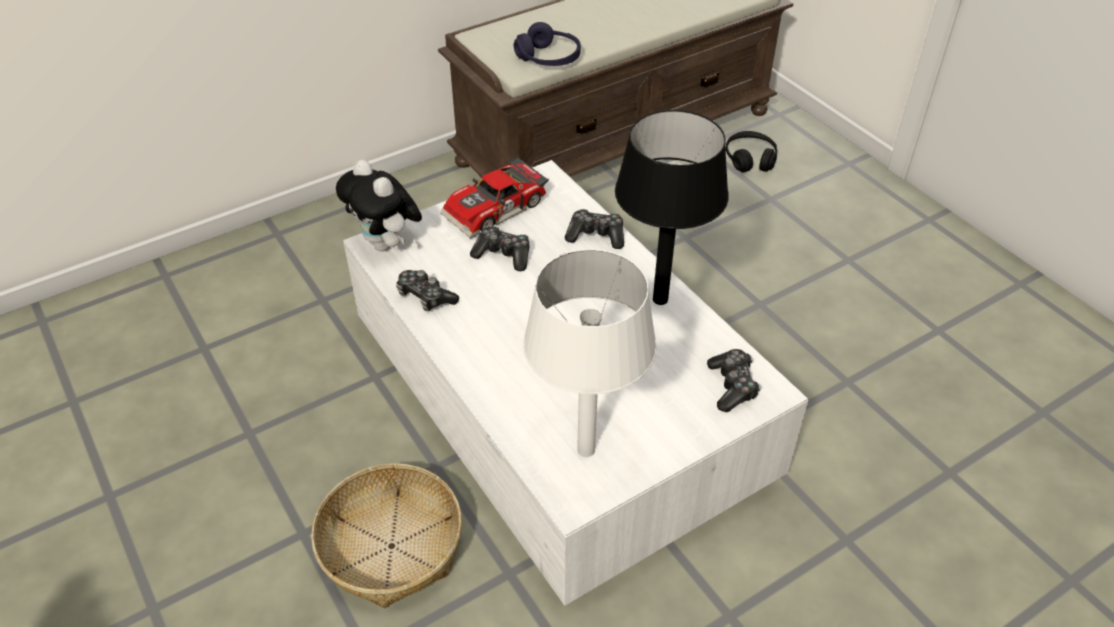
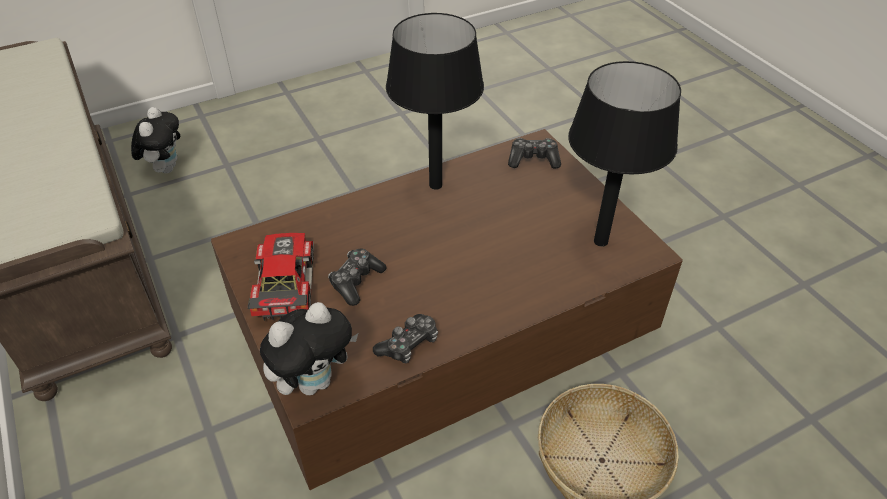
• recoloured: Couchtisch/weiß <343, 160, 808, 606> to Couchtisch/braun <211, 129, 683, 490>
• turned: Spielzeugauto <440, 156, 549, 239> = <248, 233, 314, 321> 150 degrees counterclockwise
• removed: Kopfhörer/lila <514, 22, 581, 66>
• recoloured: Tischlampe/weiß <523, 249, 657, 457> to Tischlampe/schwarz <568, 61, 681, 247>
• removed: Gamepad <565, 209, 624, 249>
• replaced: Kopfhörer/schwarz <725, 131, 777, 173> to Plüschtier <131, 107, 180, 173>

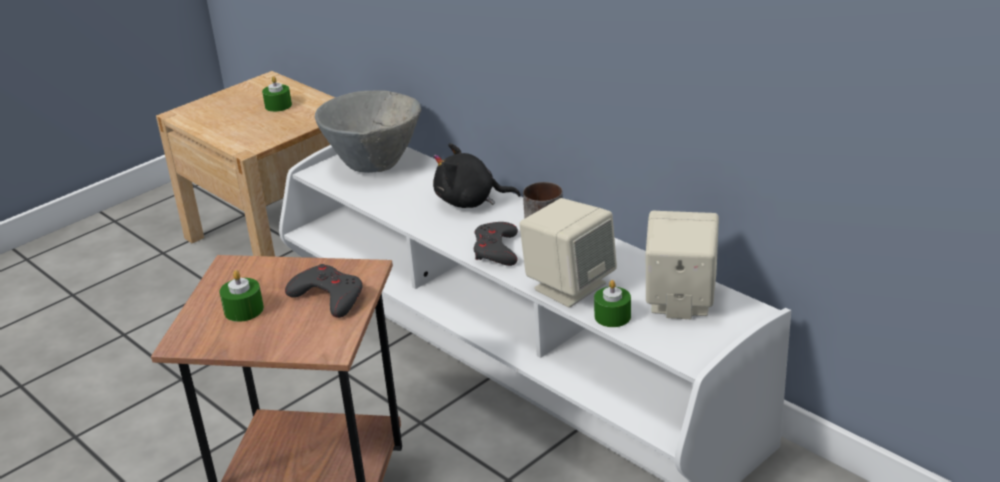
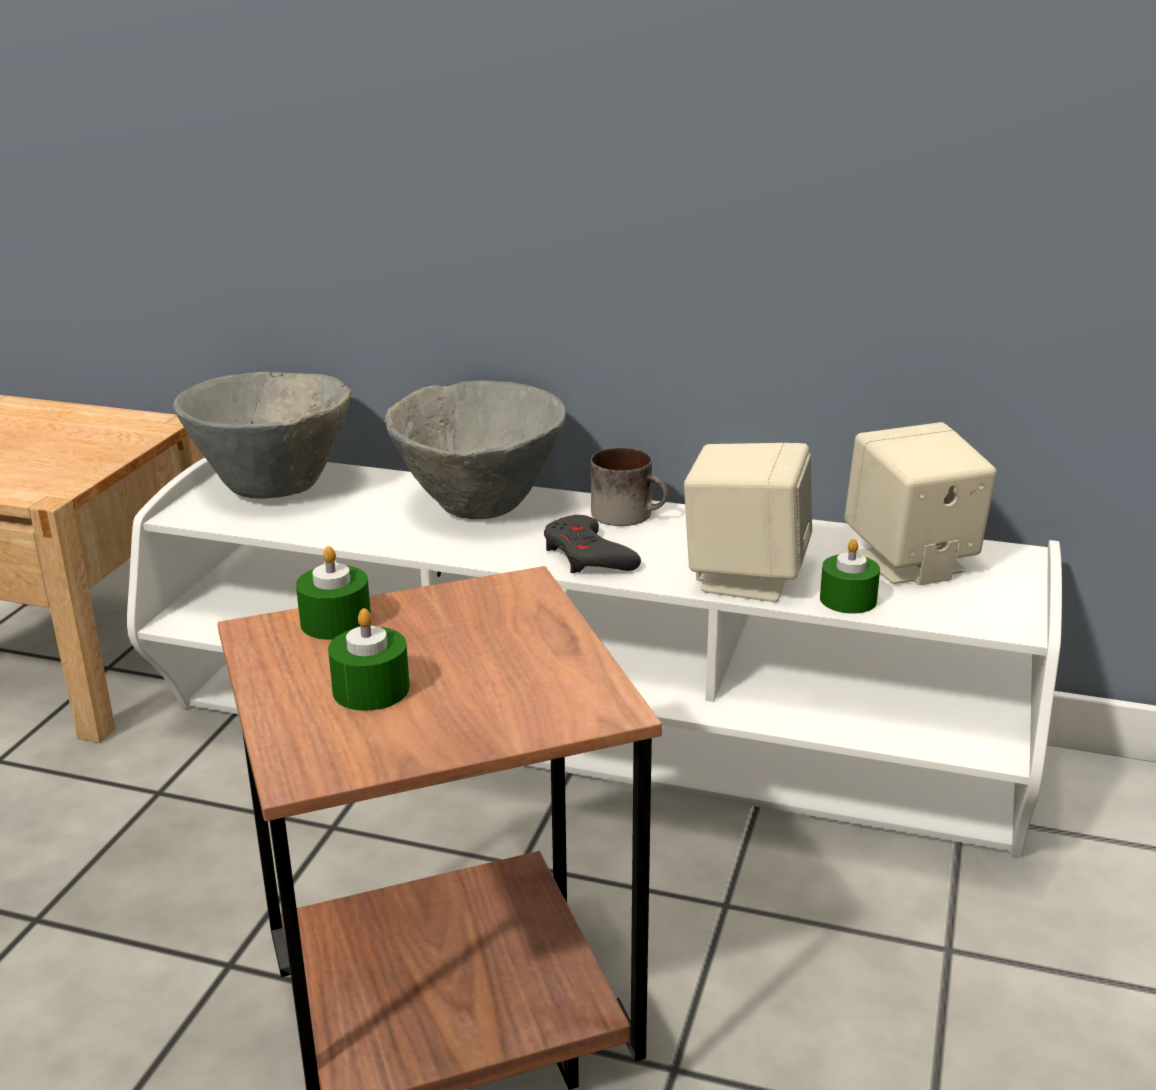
• moved: Kerze/grün <262, 76, 292, 112> to <296, 546, 371, 640>
• removed: Gamepad/grau <285, 264, 363, 318>
• replaced: Plüschtier/schwarz <433, 143, 521, 208> to Schüssel/grau <384, 380, 566, 519>

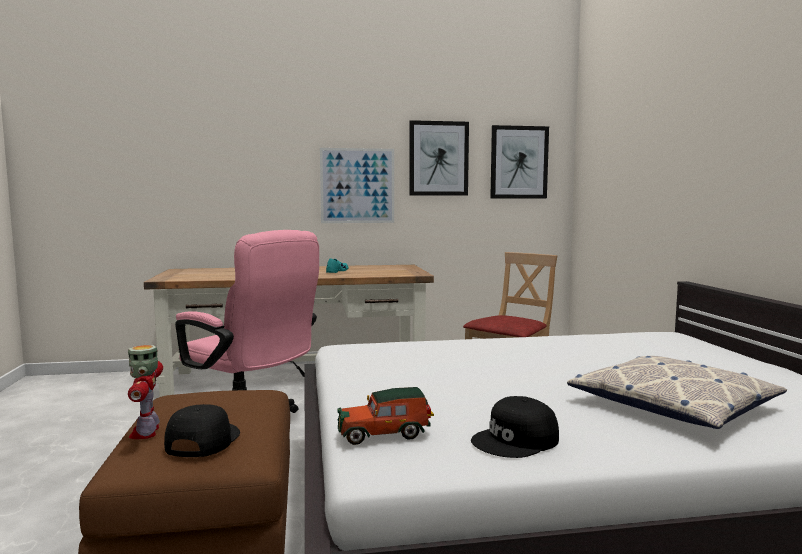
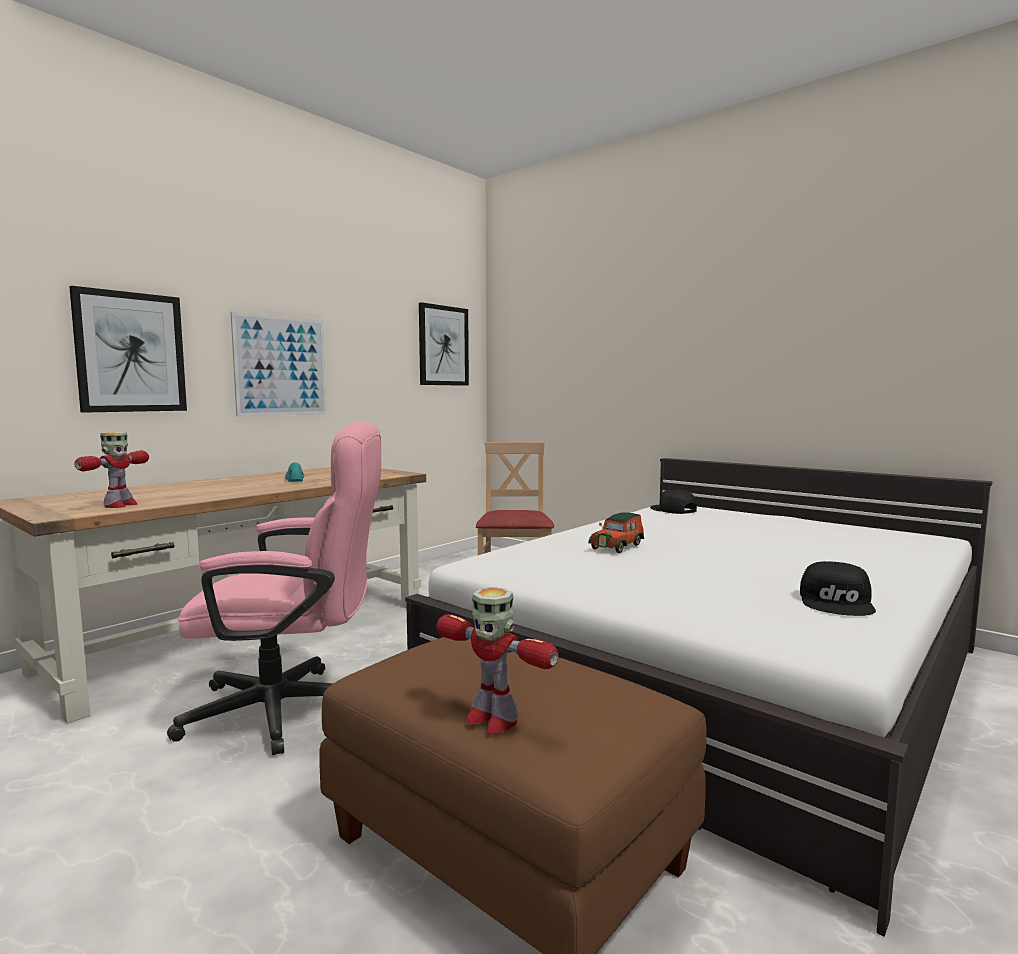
• moved: Kappe/schwarz <164, 404, 240, 457> to <650, 490, 697, 514>
• moved: Spielzeugauto <337, 387, 434, 445> to <588, 512, 644, 553>
• moved: Bild <409, 120, 469, 196> to <69, 286, 187, 413>
• removed: Kissen <567, 356, 787, 429>
• added: Spielzeugroboter <74, 432, 149, 508>

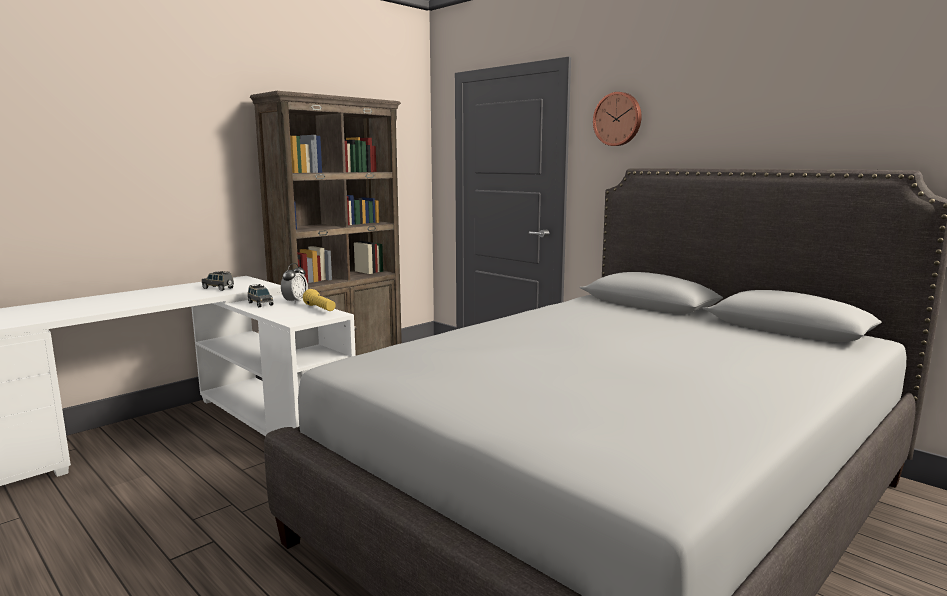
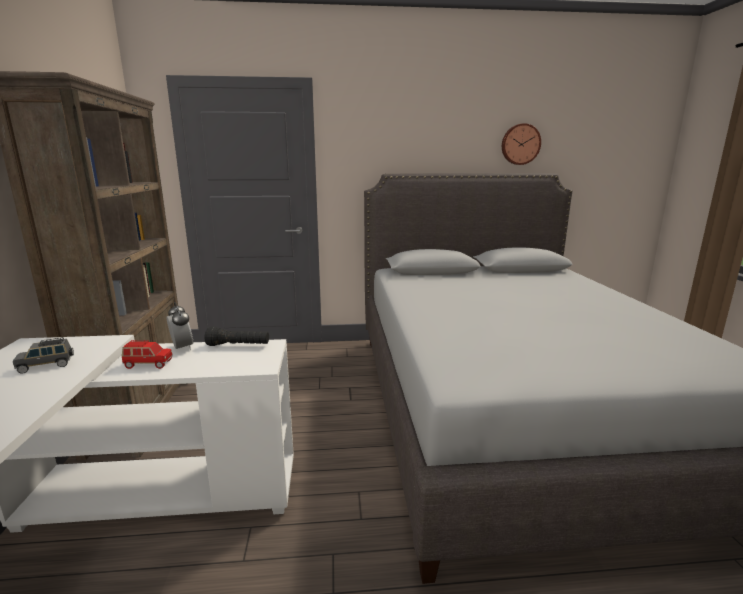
• recoloured: Spielzeugauto/grau <248, 284, 273, 307> to Spielzeugauto/rot <122, 340, 173, 369>
• recoloured: Taschenlampe/gelb <303, 289, 336, 311> to Taschenlampe/schwarz <205, 326, 269, 346>
• moved: Wanduhr <593, 92, 642, 146> to <502, 123, 541, 165>

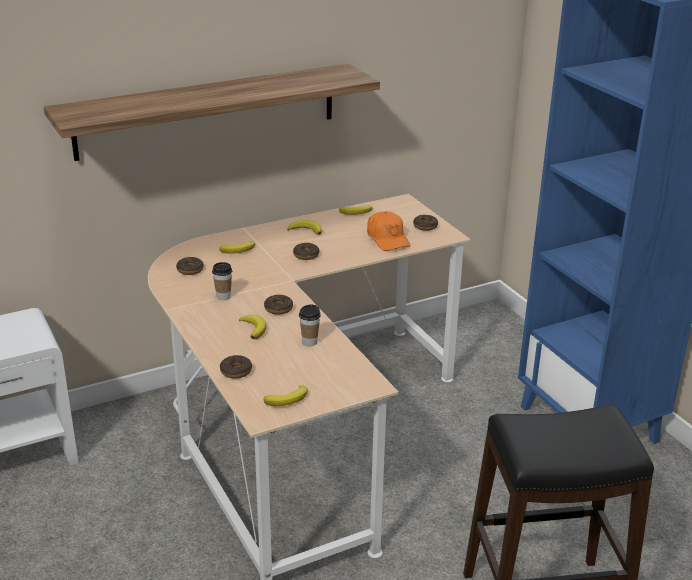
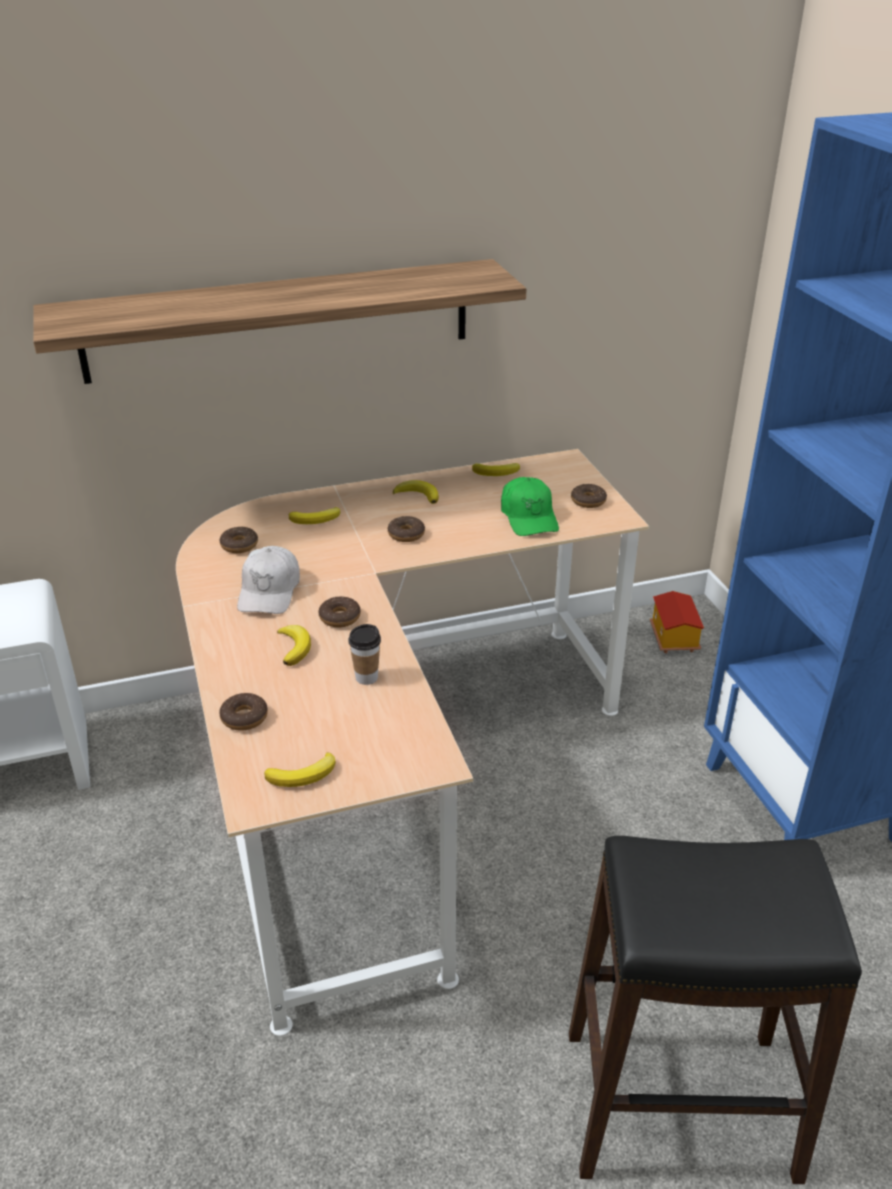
• replaced: Tasse <212, 262, 232, 300> to Kappe/weiß <237, 546, 300, 614>
• recoloured: Kappe/orange <367, 211, 411, 251> to Kappe/grün <501, 477, 559, 536>
• added: Spielzeughaus <650, 591, 704, 653>

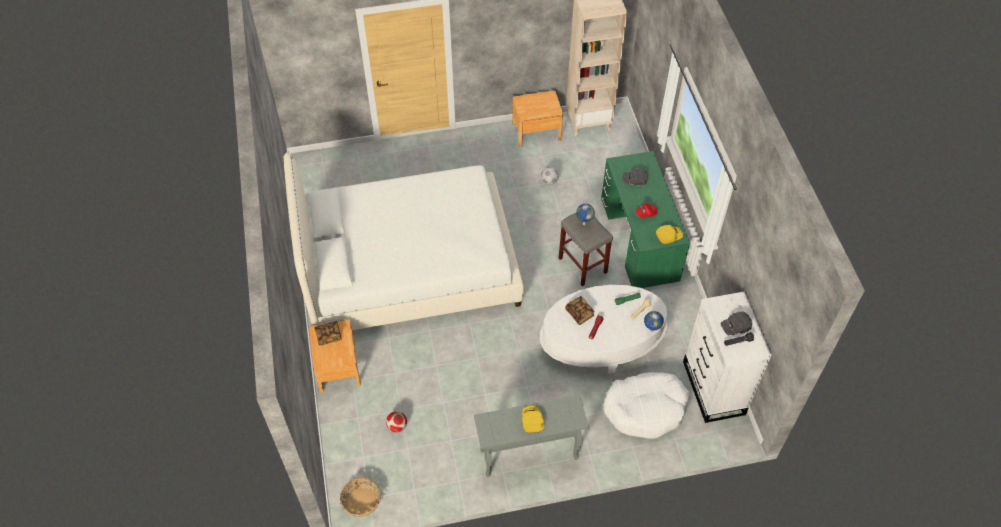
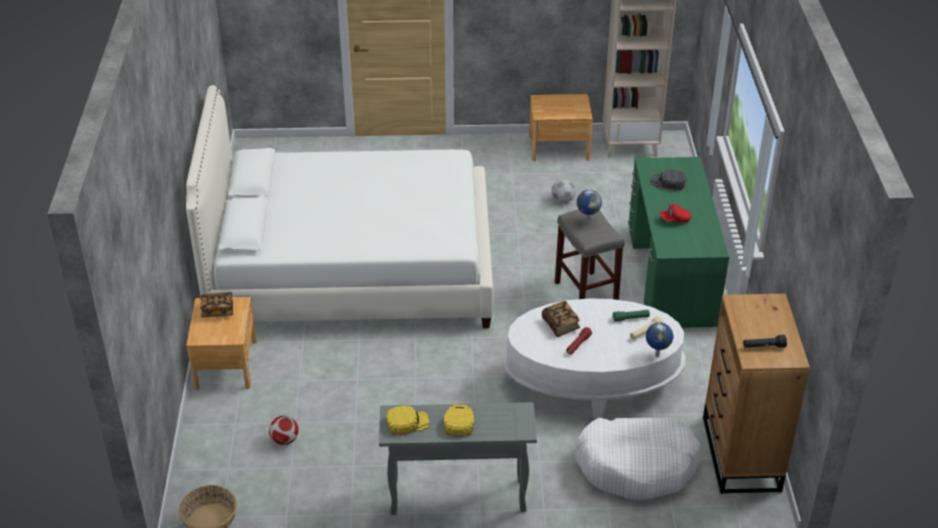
• moved: Kappe/gelb <656, 225, 683, 244> to <386, 406, 430, 435>
• recoloured: Kommode/weiß <683, 292, 772, 423> to Kommode/braun <703, 294, 810, 494>
• removed: Kappe/schwarz <721, 311, 753, 336>

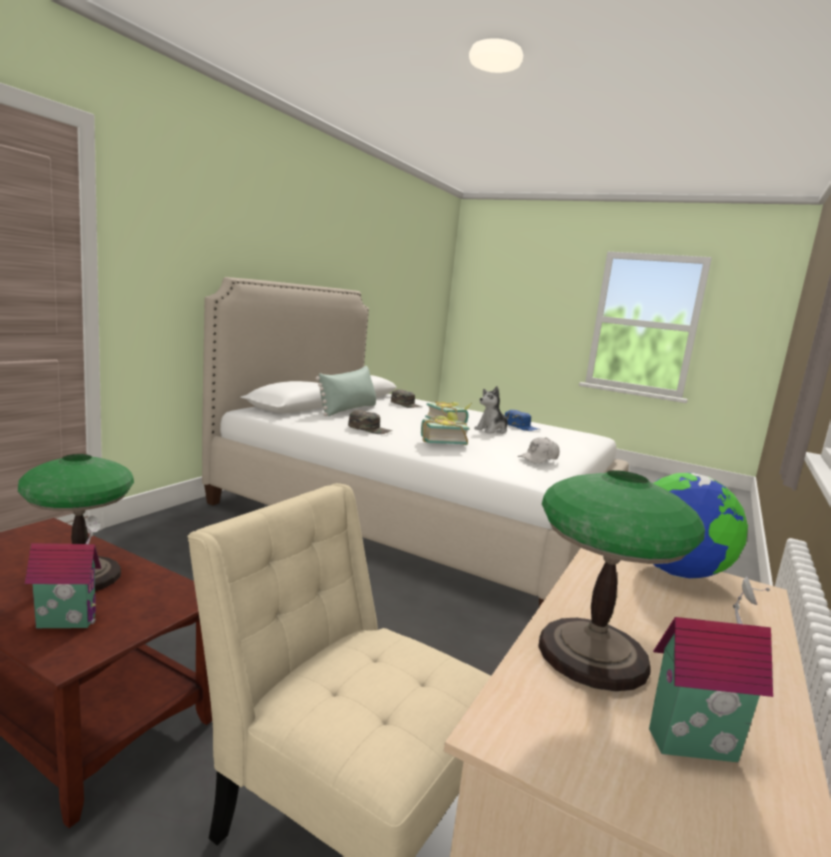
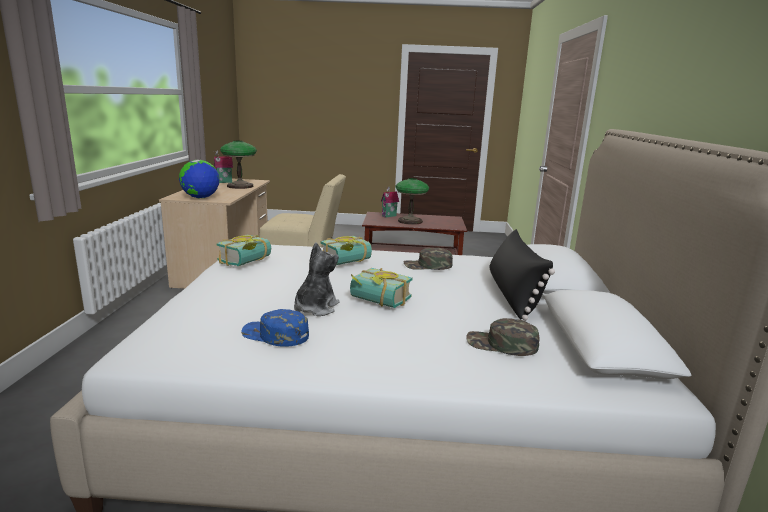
• recoloured: Kissen/grün <316, 366, 376, 416> to Kissen/schwarz <489, 229, 555, 321>
• replaced: Kappe/weiß <518, 437, 559, 464> to Buch <216, 235, 271, 266>

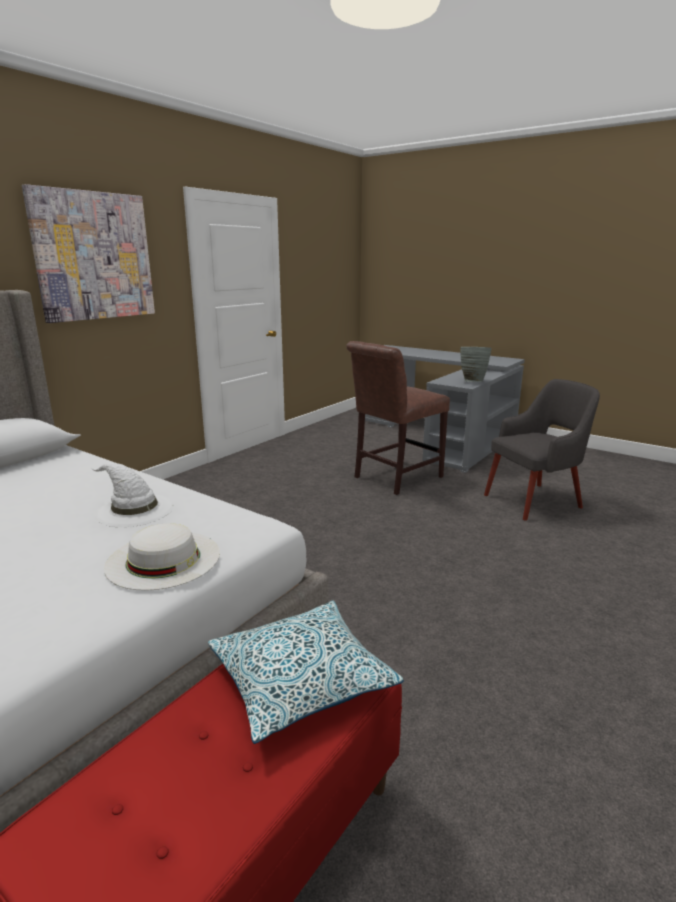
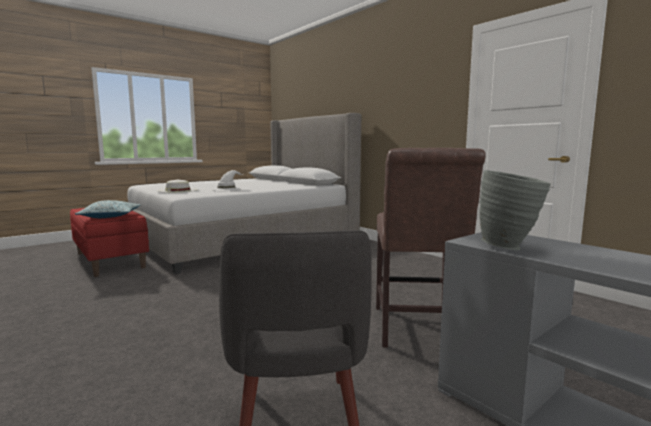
• removed: Bild <22, 184, 155, 323>
• turned: Stuhl/braun <346, 341, 450, 495> = <376, 148, 486, 348> 150 degrees counterclockwise

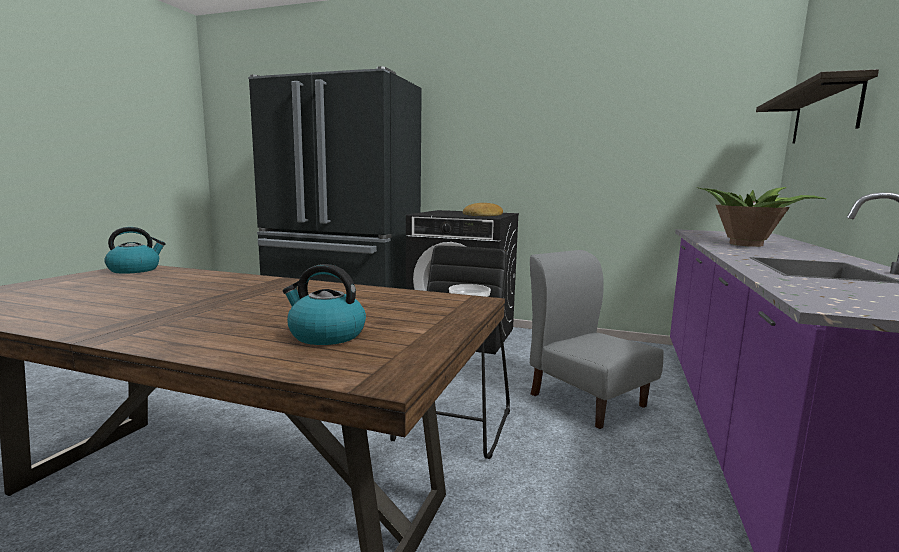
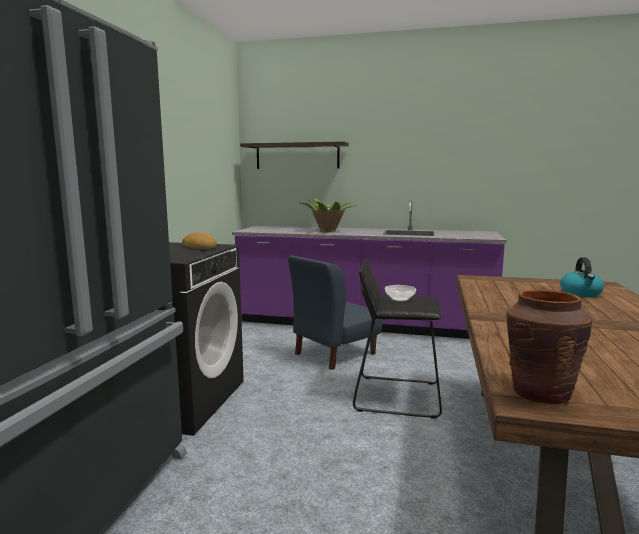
• replaced: Wasserkessel <104, 227, 166, 274> to Vase/braun <506, 290, 592, 404>
• recoloured: Stuhl/grau <530, 250, 664, 429> to Stuhl/blau <288, 255, 382, 370>

